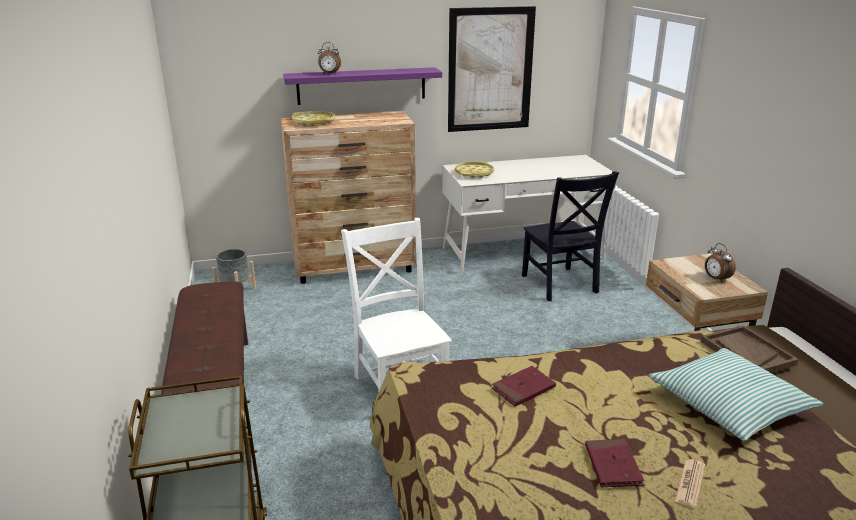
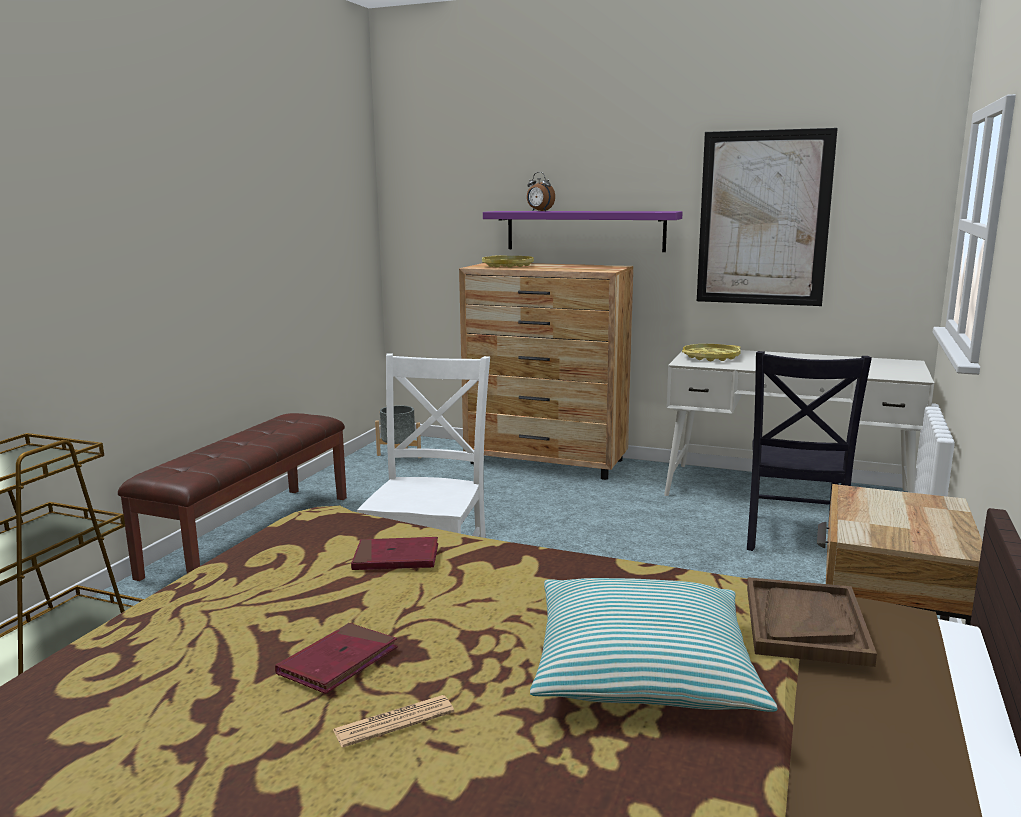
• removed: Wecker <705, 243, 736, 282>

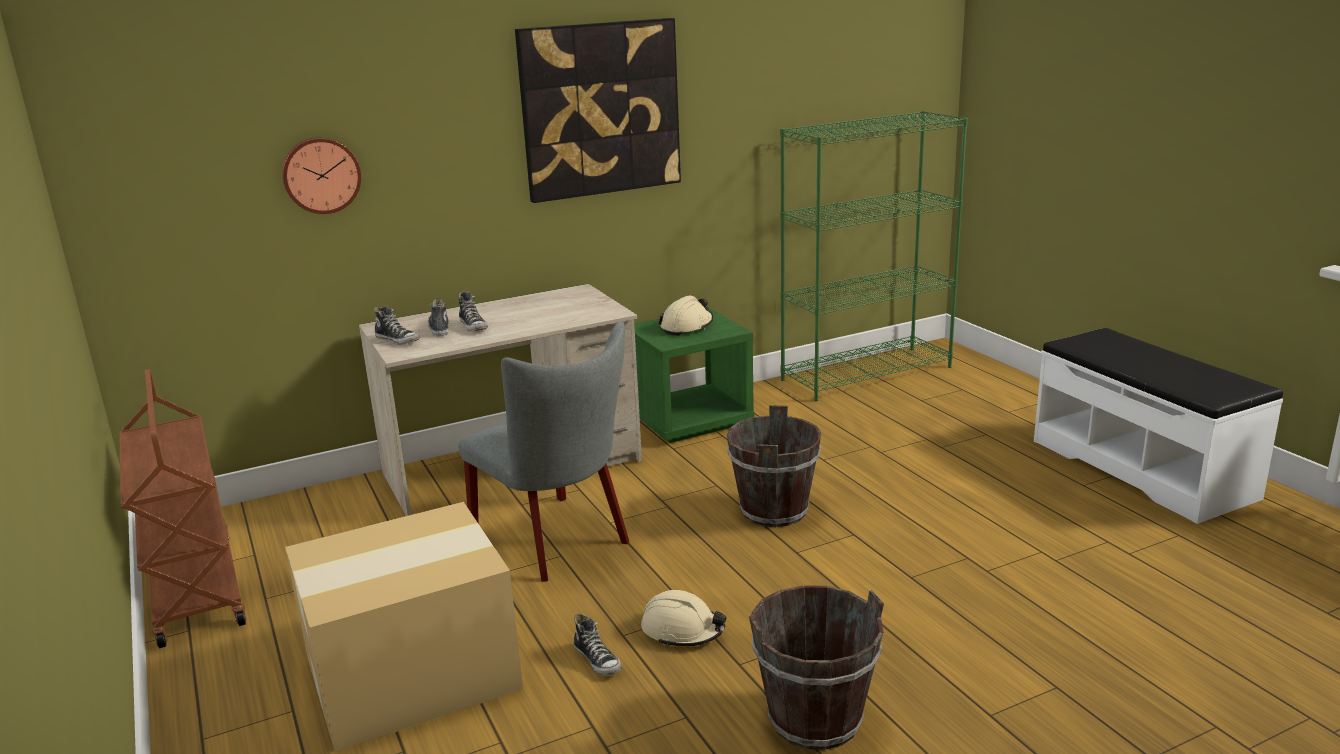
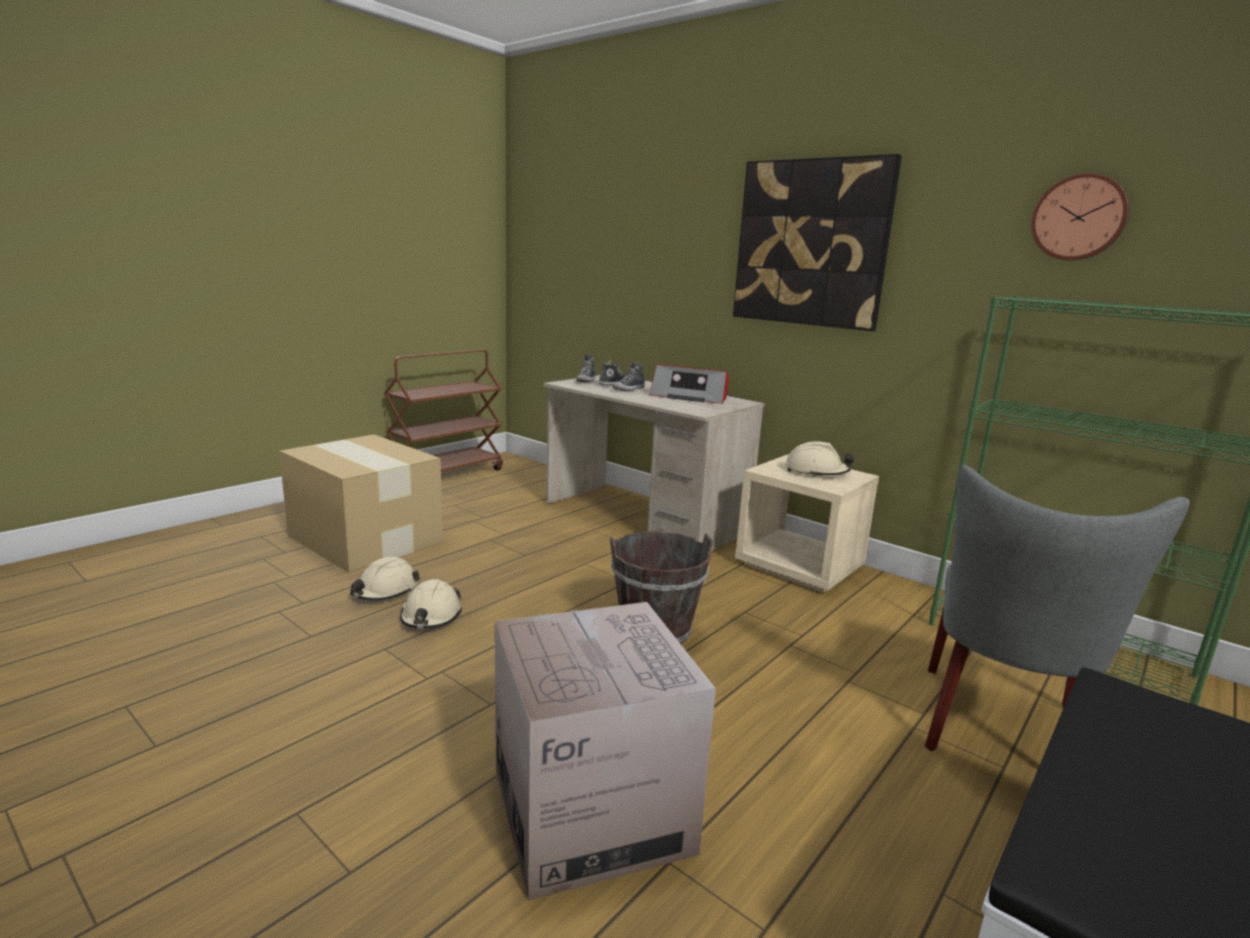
• moved: Wanduhr <282, 137, 361, 214> to <1031, 173, 1129, 261>
• moved: Stuhl/grau <458, 321, 629, 582> to <925, 465, 1190, 751>
• replaced: Schuh <573, 614, 621, 676> to Schutzhelm/beige <350, 557, 420, 600>
• recoloured: Nachttisch/grün <634, 309, 754, 443> to Nachttisch/beige <735, 455, 879, 593>
• removed: Eimer/braun <749, 585, 884, 750>
• added: Karton <495, 602, 716, 900>
• added: Radio <650, 364, 729, 404>

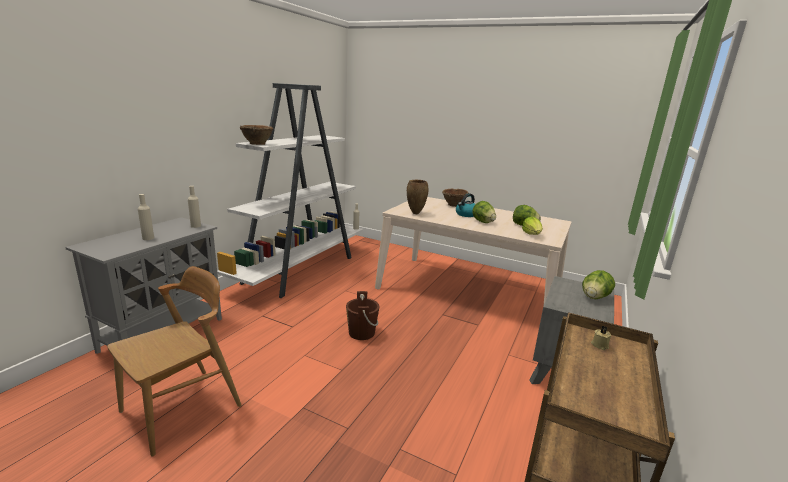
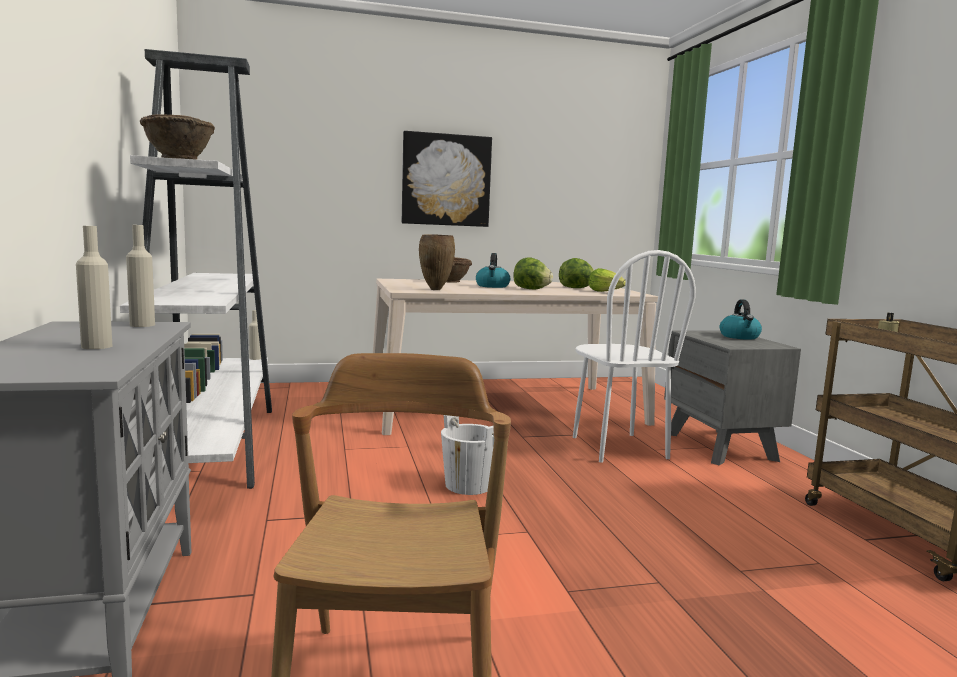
• recoloured: Eimer/braun <346, 291, 380, 340> to Eimer/weiß <441, 415, 494, 495>
• replaced: Salatkopf <582, 270, 615, 299> to Wasserkessel <720, 299, 762, 340>
• added: Bild <402, 131, 492, 227>
• added: Stuhl/weiß <573, 250, 696, 463>

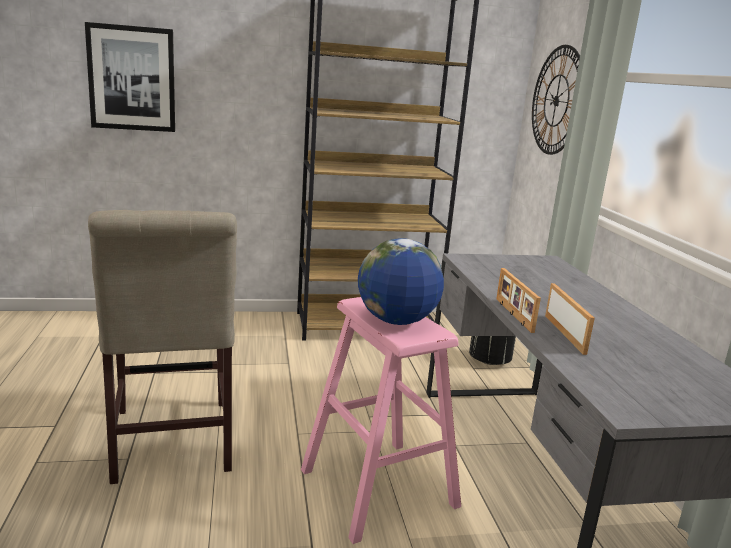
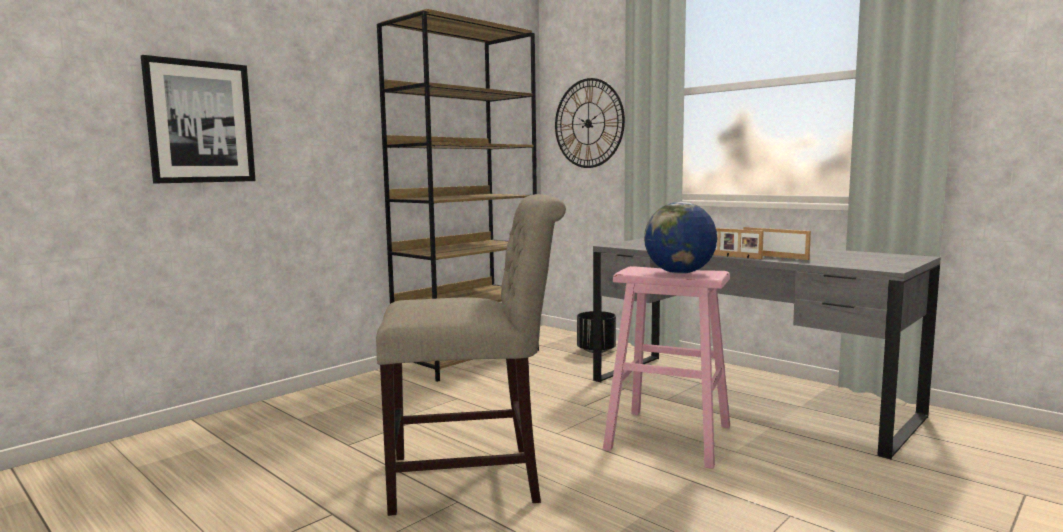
• turned: Stuhl/beige <88, 210, 237, 484> = <376, 194, 566, 516> 45 degrees counterclockwise

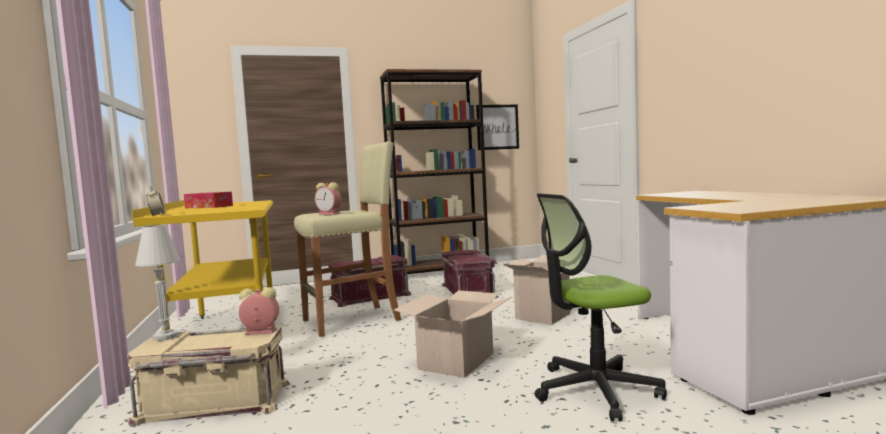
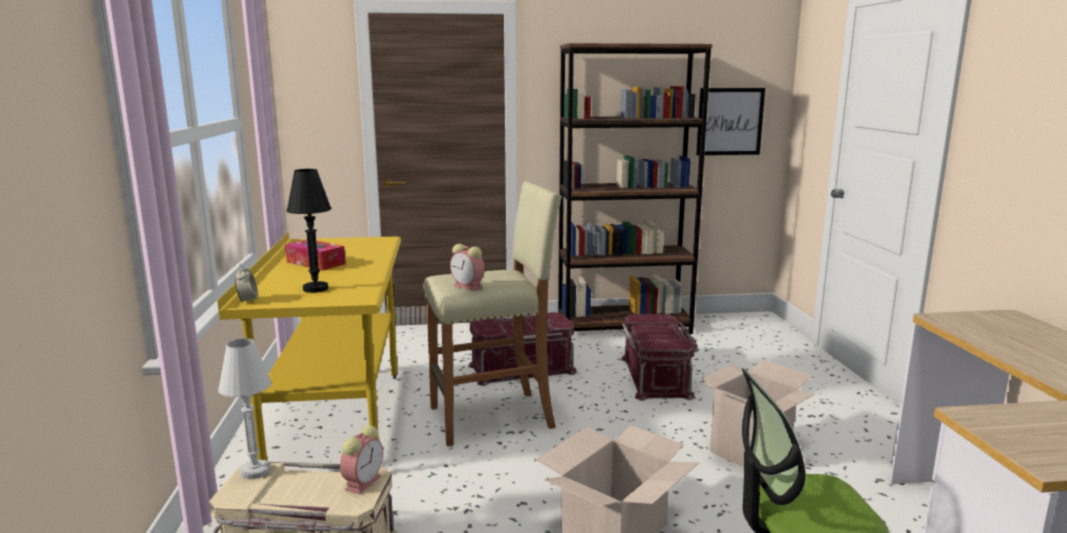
• turned: Wecker <239, 287, 279, 335> = <340, 425, 383, 494> 105 degrees clockwise
• added: Tischlampe/schwarz <286, 169, 331, 293>

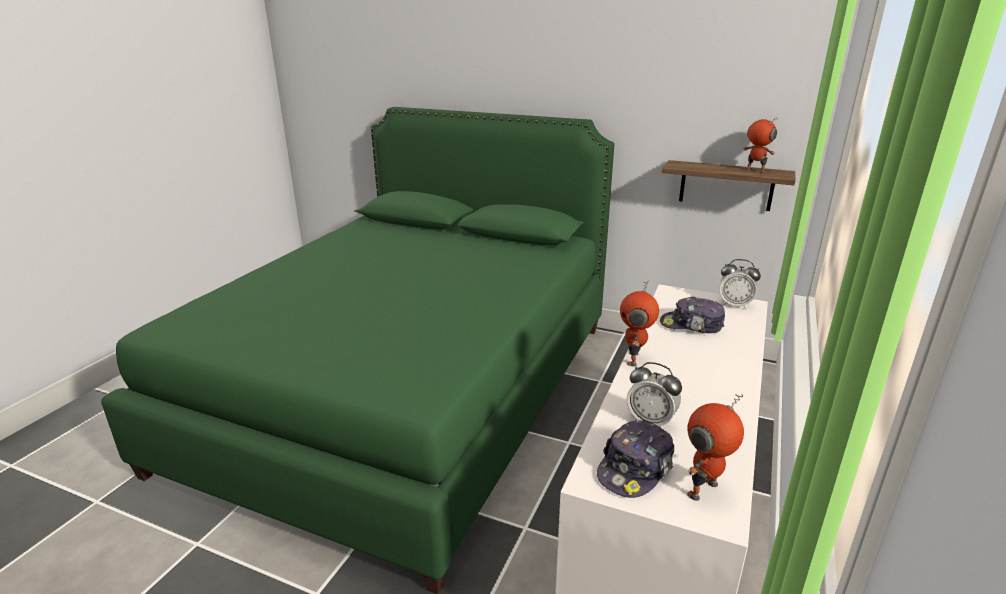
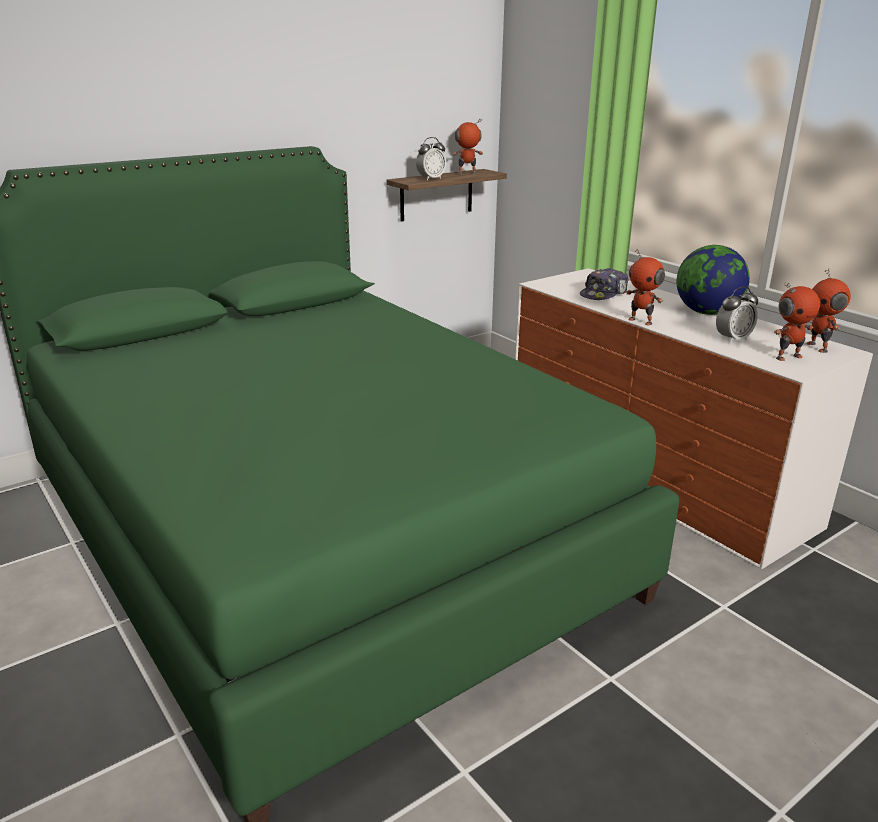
• replaced: Kappe <597, 420, 674, 498> to Spielzeugroboter <774, 282, 820, 361>
• moved: Wecker <719, 259, 761, 309> to <416, 137, 446, 181>
• added: Globus <677, 245, 750, 315>

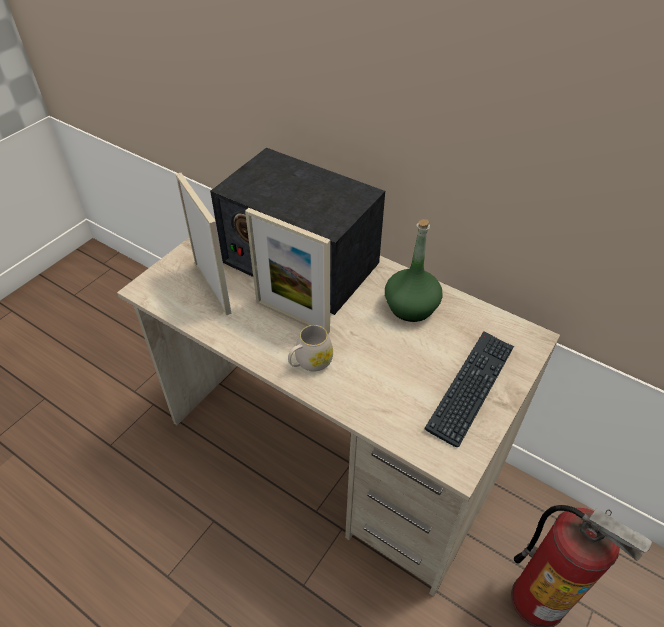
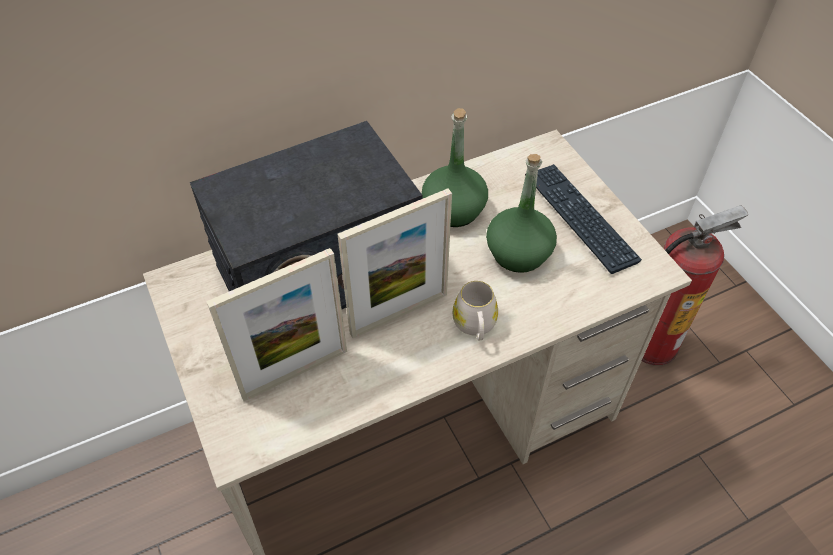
• turned: Bilderrahmen <176, 173, 232, 315> = <206, 248, 347, 401> 150 degrees clockwise
• added: Flasche/grün <486, 154, 557, 273>

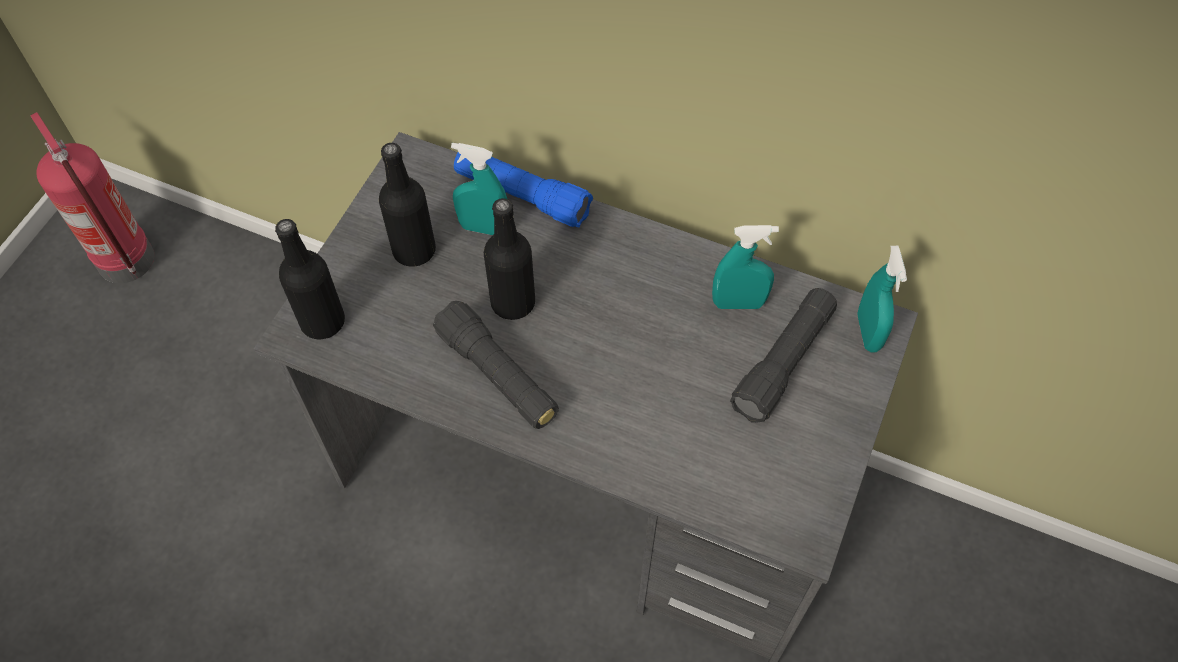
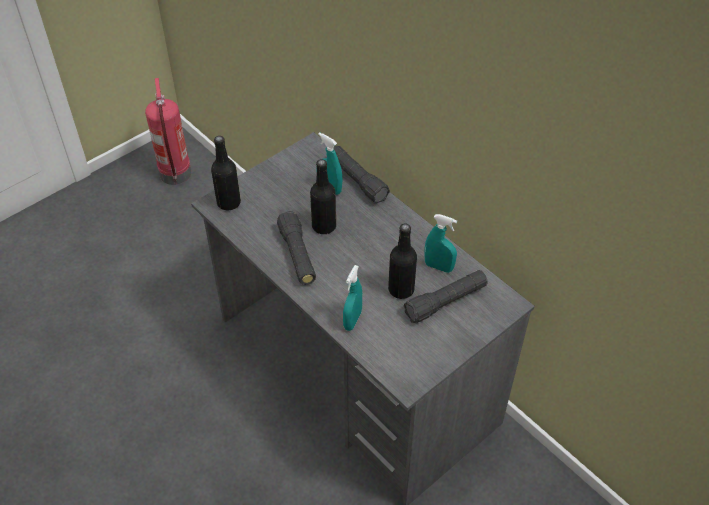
• moved: Flasche/schwarz <379, 143, 436, 267> to <388, 223, 417, 299>
• recoloured: Taschenlampe/blau <454, 152, 593, 227> to Taschenlampe/schwarz <334, 146, 390, 203>
• moved: Sprühflasche/türkis <857, 246, 907, 353> to <343, 265, 362, 331>

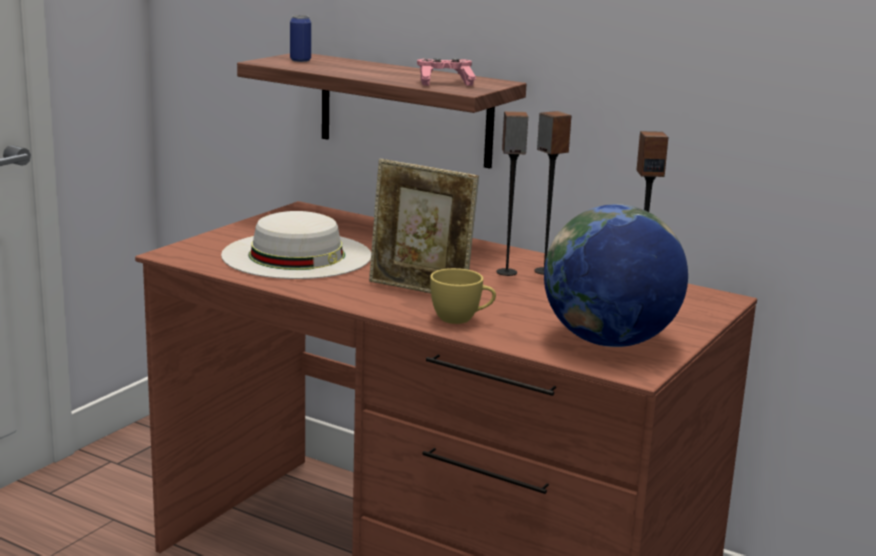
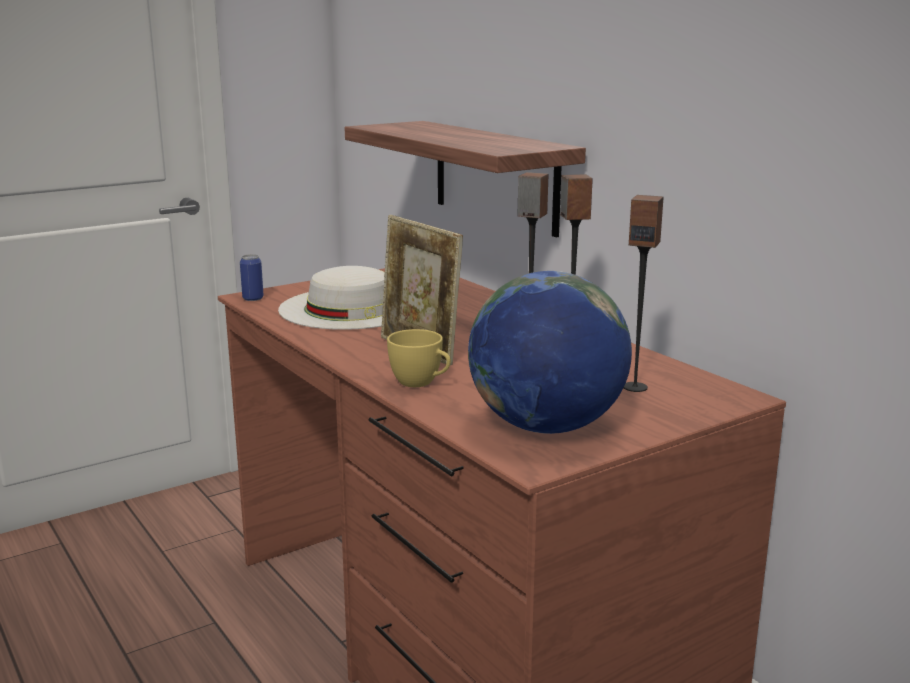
• moved: Dose <290, 15, 311, 62> to <240, 254, 264, 301>
• removed: Gamepad/rosa <417, 59, 476, 86>

